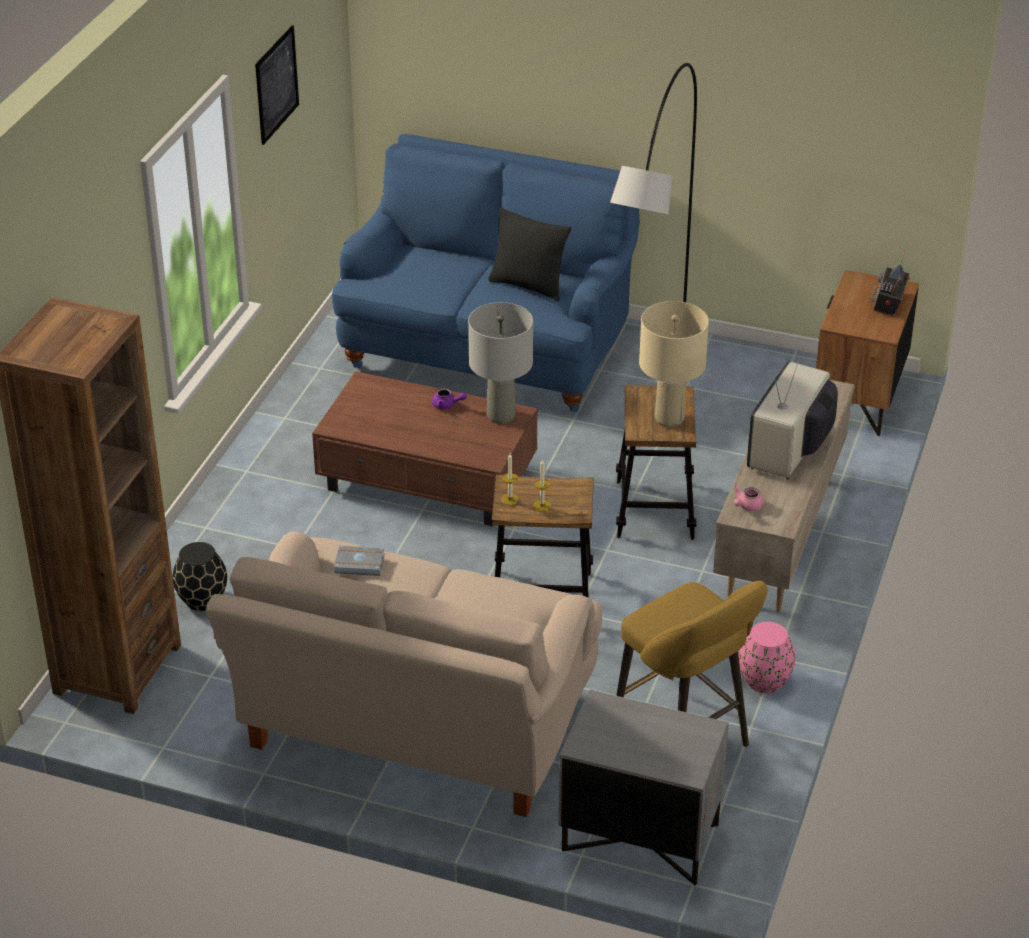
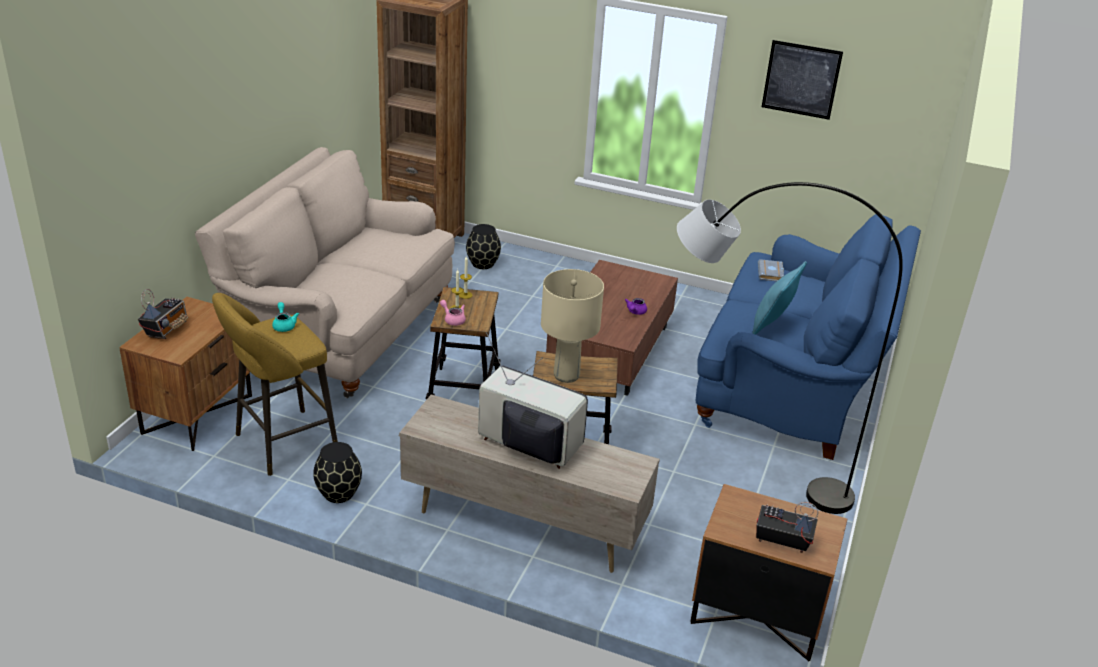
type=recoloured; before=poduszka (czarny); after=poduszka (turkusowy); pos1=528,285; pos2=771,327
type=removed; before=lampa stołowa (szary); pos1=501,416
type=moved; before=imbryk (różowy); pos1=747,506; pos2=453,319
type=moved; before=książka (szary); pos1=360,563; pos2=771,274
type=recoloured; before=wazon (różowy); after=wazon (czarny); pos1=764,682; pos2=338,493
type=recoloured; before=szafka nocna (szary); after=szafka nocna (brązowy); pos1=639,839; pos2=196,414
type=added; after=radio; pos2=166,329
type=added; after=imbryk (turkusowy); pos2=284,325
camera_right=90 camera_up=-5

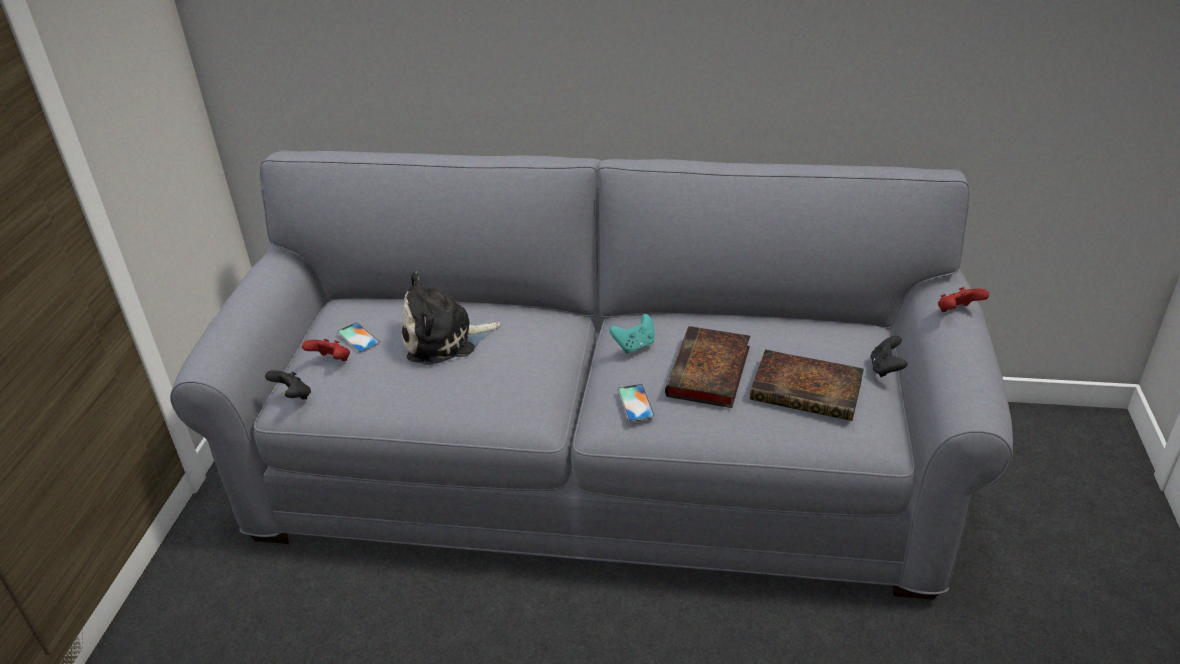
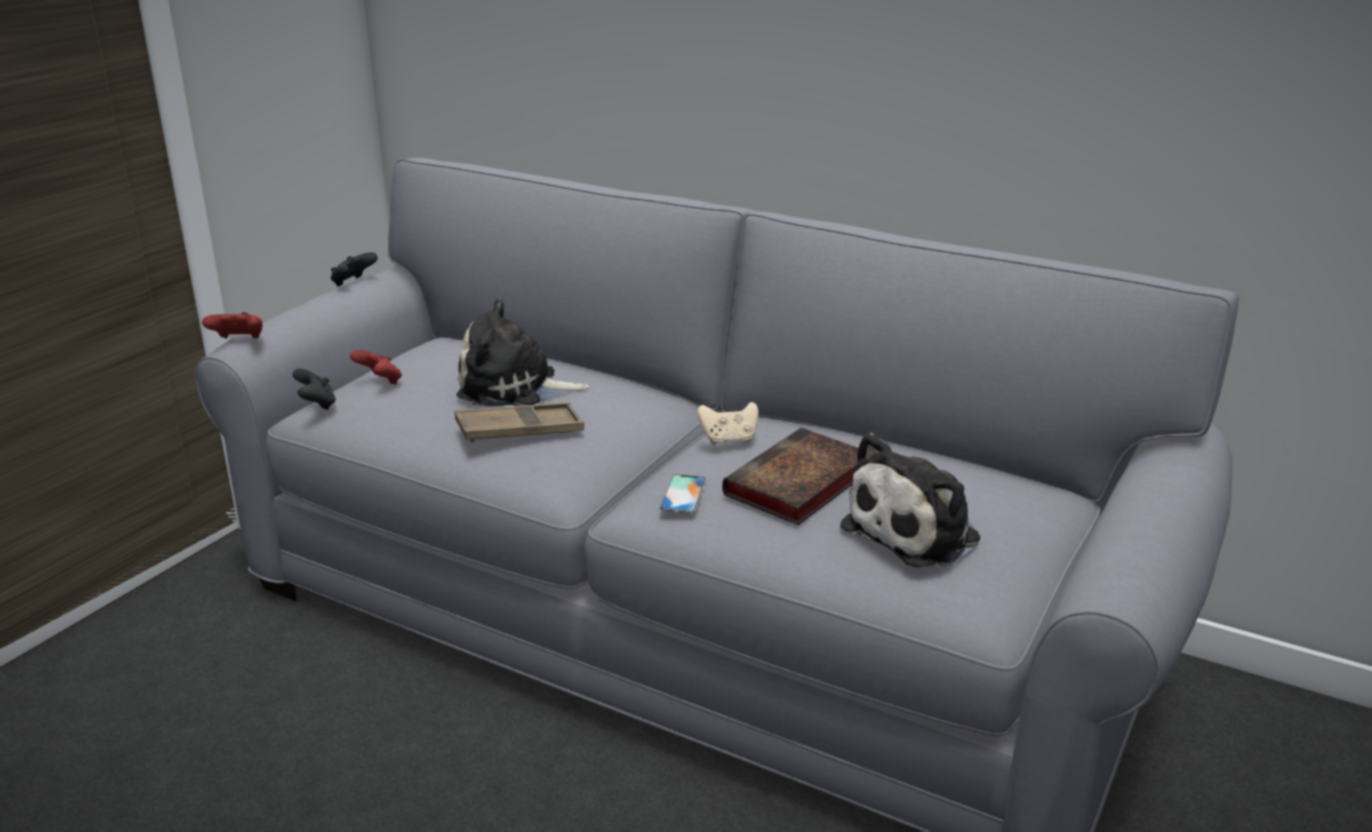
type=moved; before=pad do gier (czerwony); pos1=957,312; pos2=238,341
type=recoloured; before=pad do gier (turkusowy); after=pad do gier (beżowy); pos1=634,345; pos2=729,440
type=removed; before=telefon; pos1=358,337
type=moved; before=pad do gier (czarny); pos1=886,368; pos2=353,283
type=replaced; before=książka; after=pluszak; pos1=809,390; pos2=917,532
type=added; after=taca (brązowy); pos2=520,430
camera_right=20 camera_up=-10

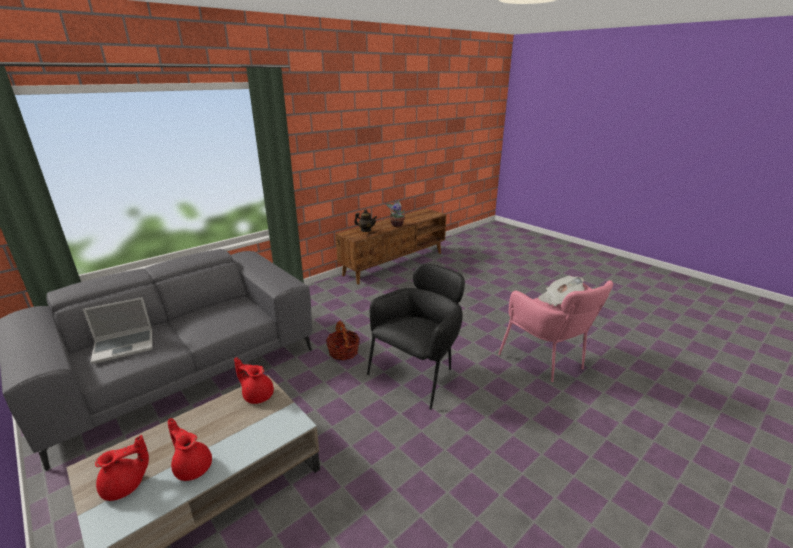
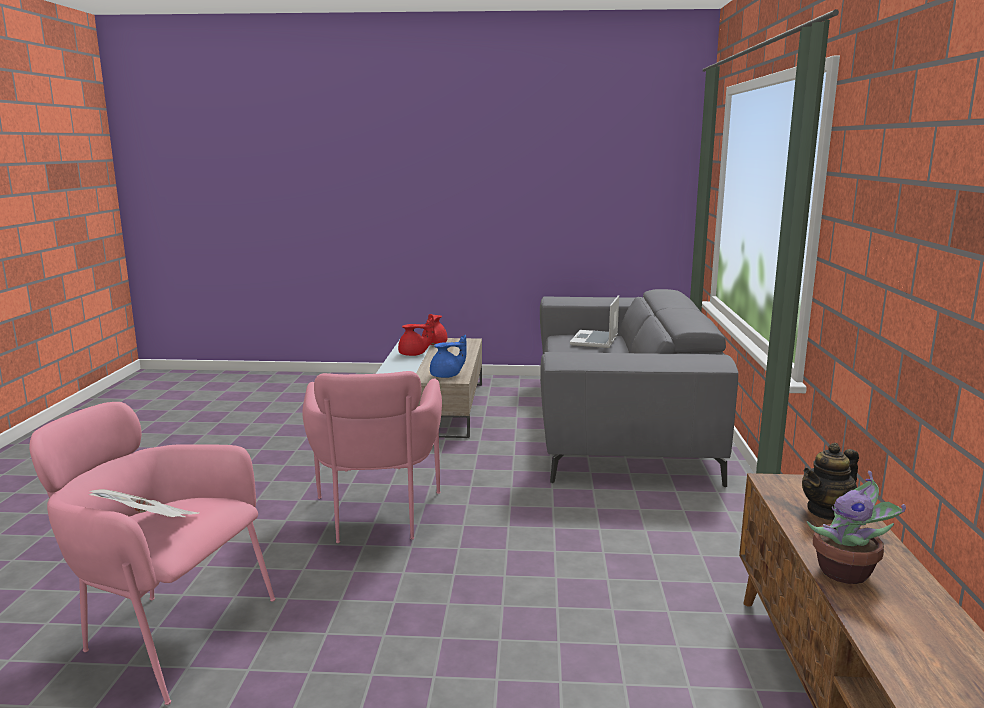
type=recoloured; before=fotel (czarny); after=fotel (różowy); pos1=418,373; pos2=377,519
type=removed; before=koszyk; pos1=343,352
type=recoloured; before=imbryk (czerwony); after=imbryk (niebieski); pos1=257,395; pos2=447,376
camera_right=135 camera_up=-10

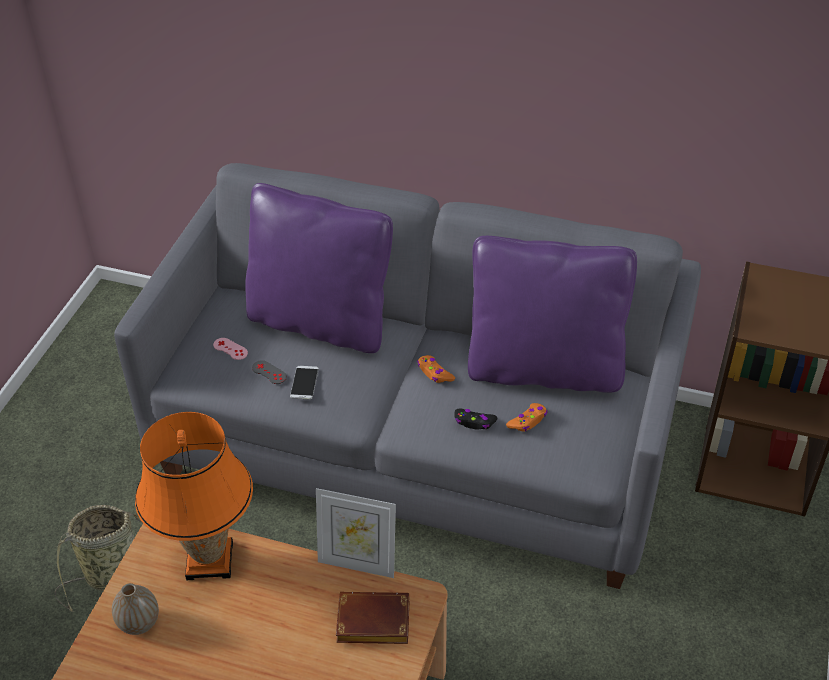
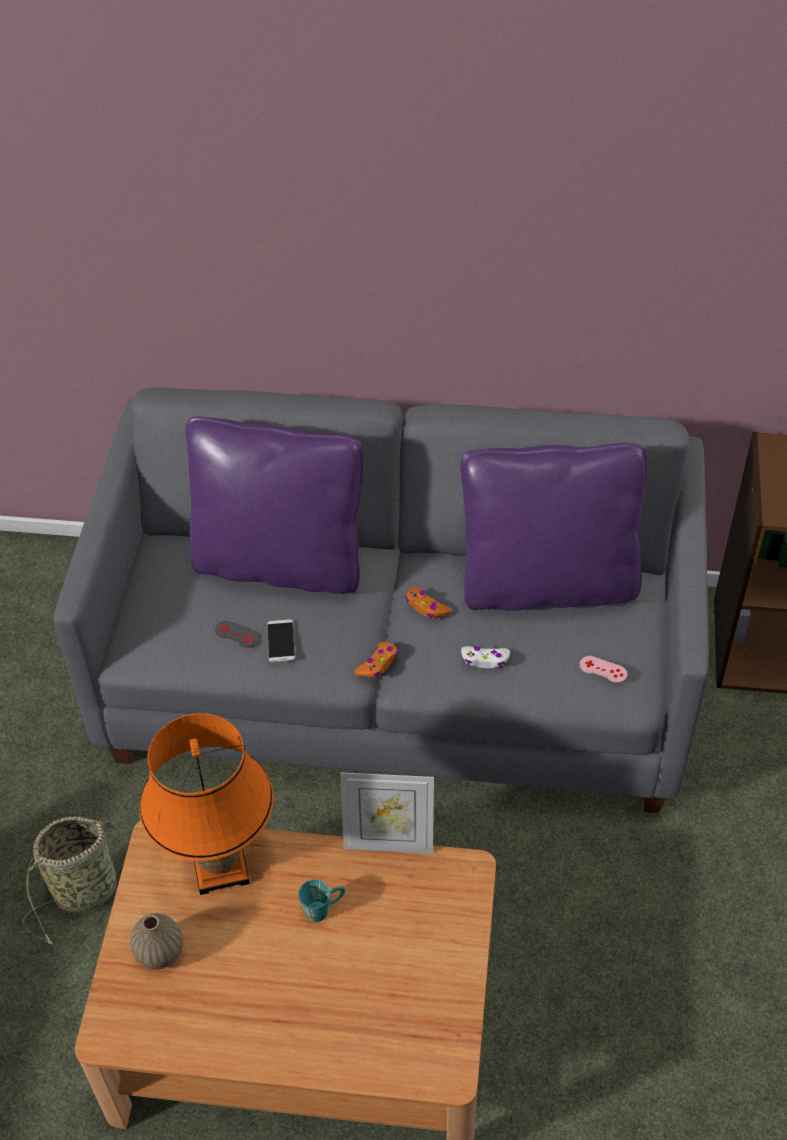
type=moved; before=pad do gier (różowy); pos1=230,349; pos2=603,669
type=moved; before=pad do gier (pomarańczowy); pos1=528,421; pos2=378,664
type=recoloured; before=pad do gier (czarny); after=pad do gier (biały); pos1=474,422; pos2=485,660
type=removed; before=książka (brązowy); pos1=371,624
type=added; after=kubek (turkusowy); pos2=324,908
camera_right=-10 camera_up=5

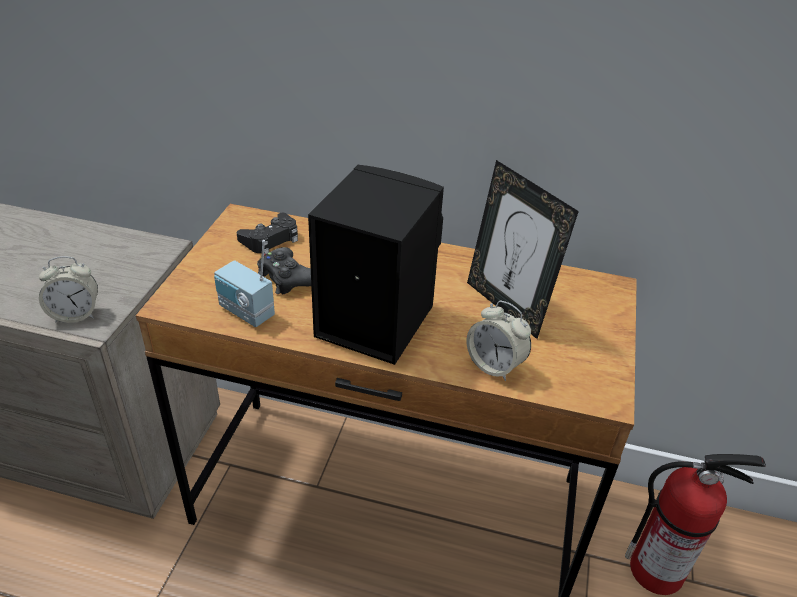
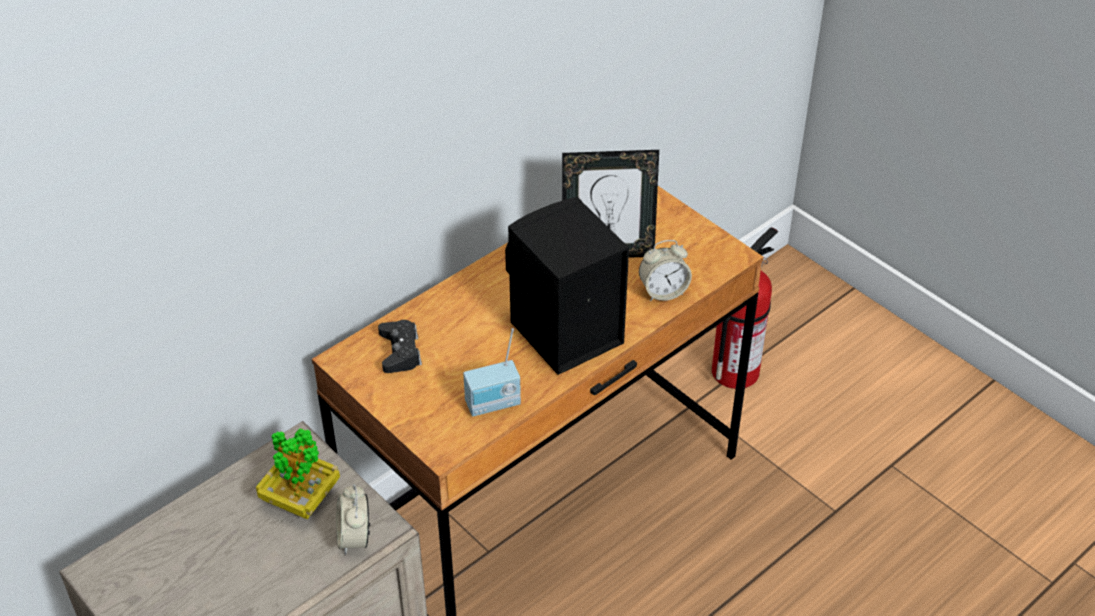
type=removed; before=pad do gier (czarny); pos1=287,278
type=turned; before=budzik; pos1=76,314; pos2=354,538; turn=150
type=added; after=roślina doniczkowa; pos2=301,498
camera_right=-55 camera_up=5

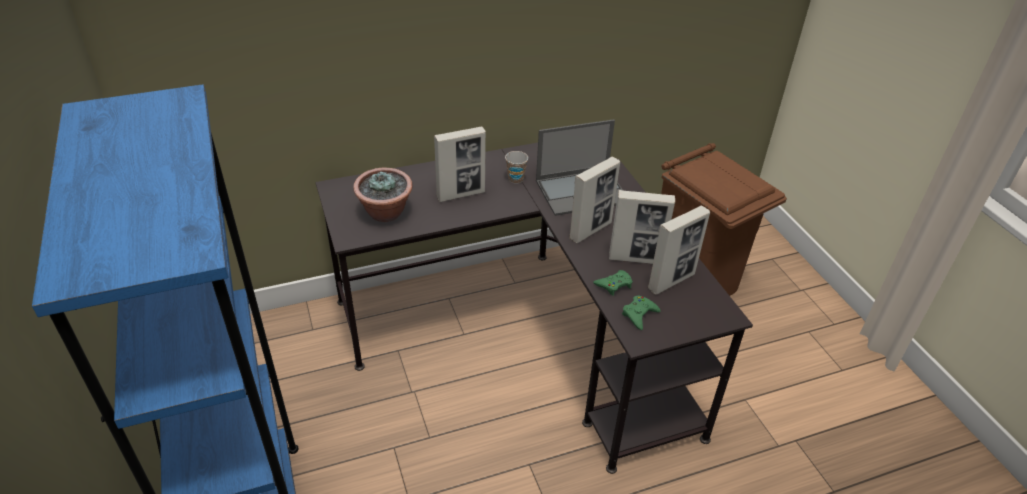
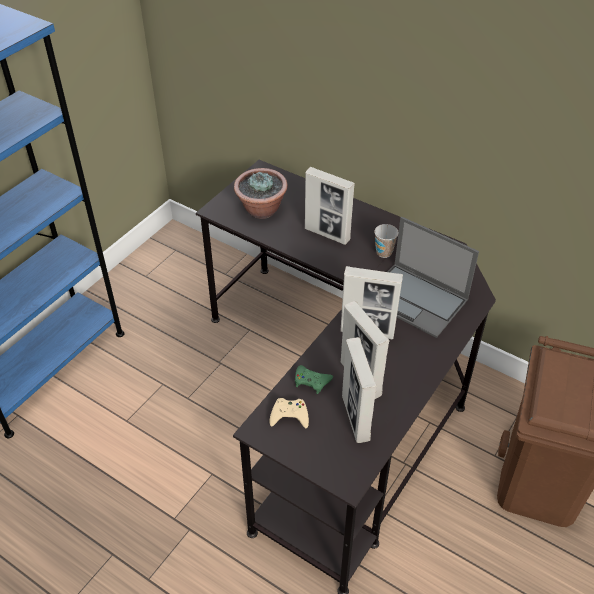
type=turned; before=ramka na zdjęcie; pos1=671,281; pos2=355,418; turn=60
type=recoloured; before=pad do gier (zielony); after=pad do gier (beżowy); pos1=639,314; pos2=289,416
camera_right=55 camera_up=5

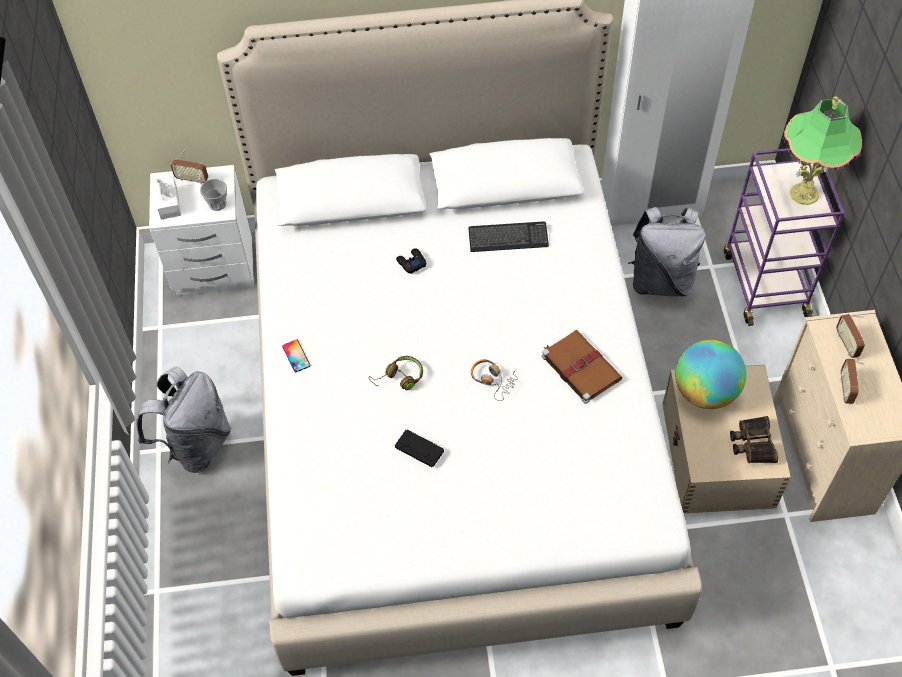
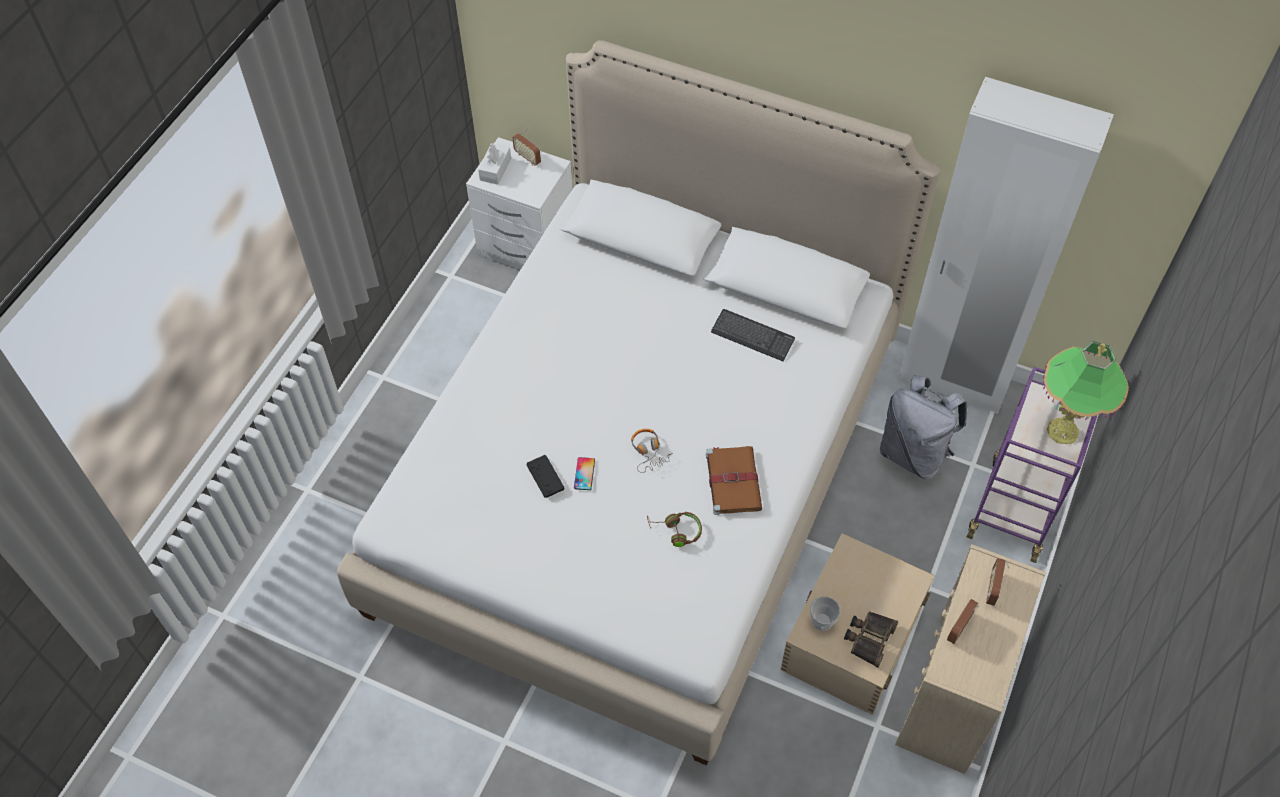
type=moved; before=filiżanka; pos1=217,204; pos2=822,621
type=removed; before=pad do gier (czarny); pos1=411,263
type=moved; before=telefon; pos1=296,356; pos2=584,474
type=removed; before=globus; pos1=705,392
type=moved; before=słuchawki (brązowy); pos1=399,378; pos2=676,531
type=removed; before=plecak (szary); pos1=196,445
camera_right=30 camera_up=0

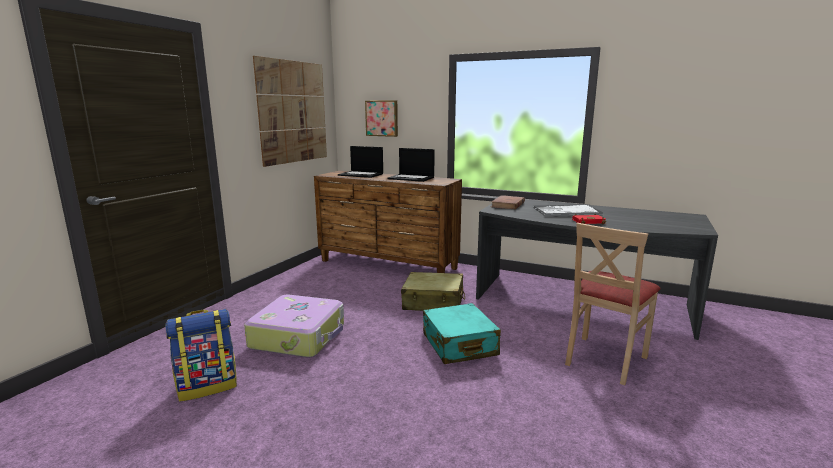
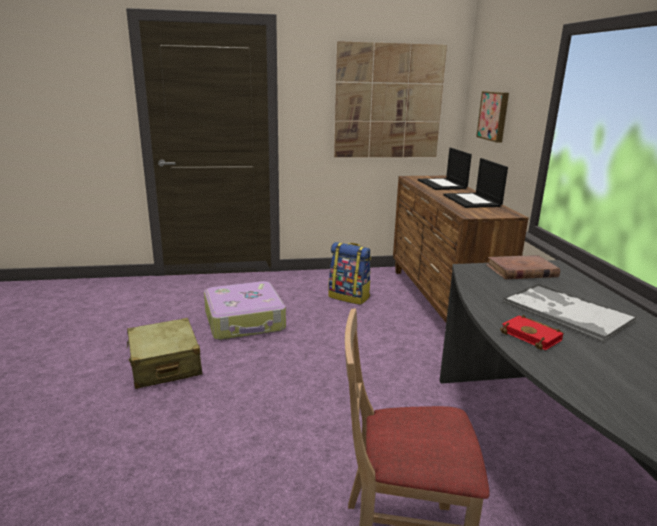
type=moved; before=walizka (beżowy); pos1=433,302; pos2=165,365
type=removed; before=walizka (turkusowy); pos1=459,345
type=moved; before=plecak; pos1=208,386; pos2=349,297
camera_right=55 camera_up=5

